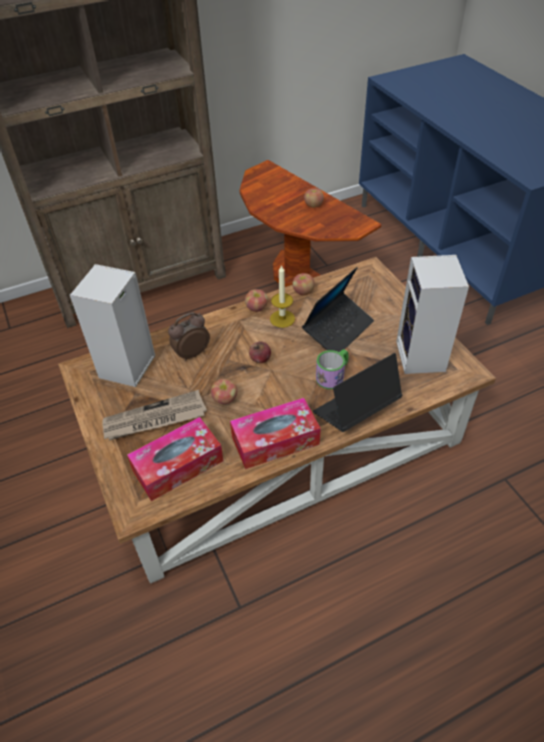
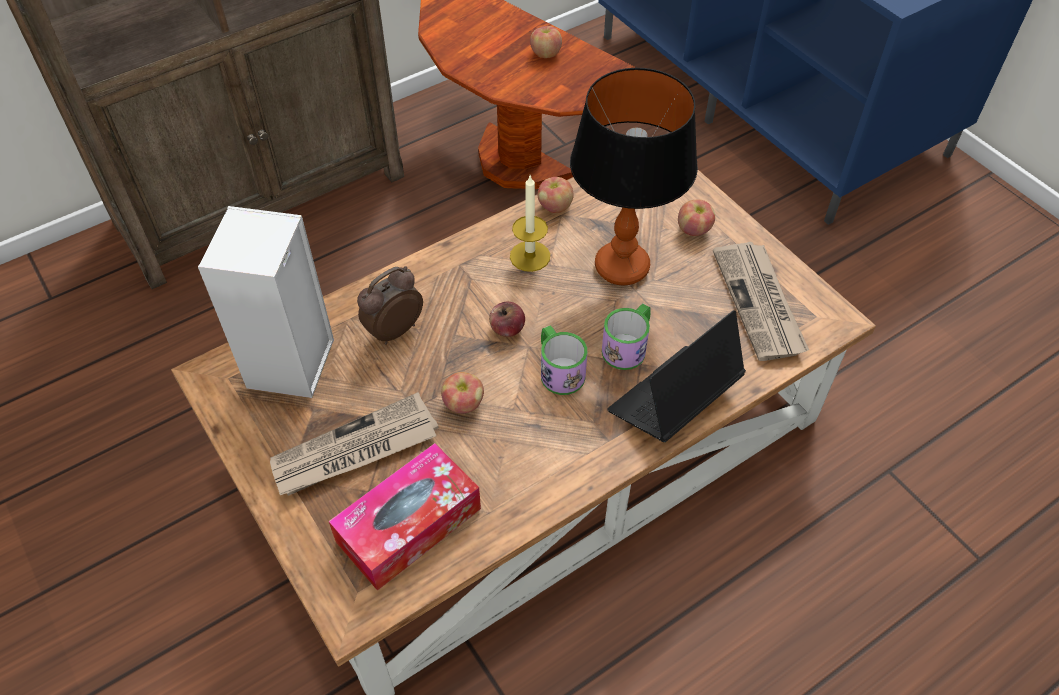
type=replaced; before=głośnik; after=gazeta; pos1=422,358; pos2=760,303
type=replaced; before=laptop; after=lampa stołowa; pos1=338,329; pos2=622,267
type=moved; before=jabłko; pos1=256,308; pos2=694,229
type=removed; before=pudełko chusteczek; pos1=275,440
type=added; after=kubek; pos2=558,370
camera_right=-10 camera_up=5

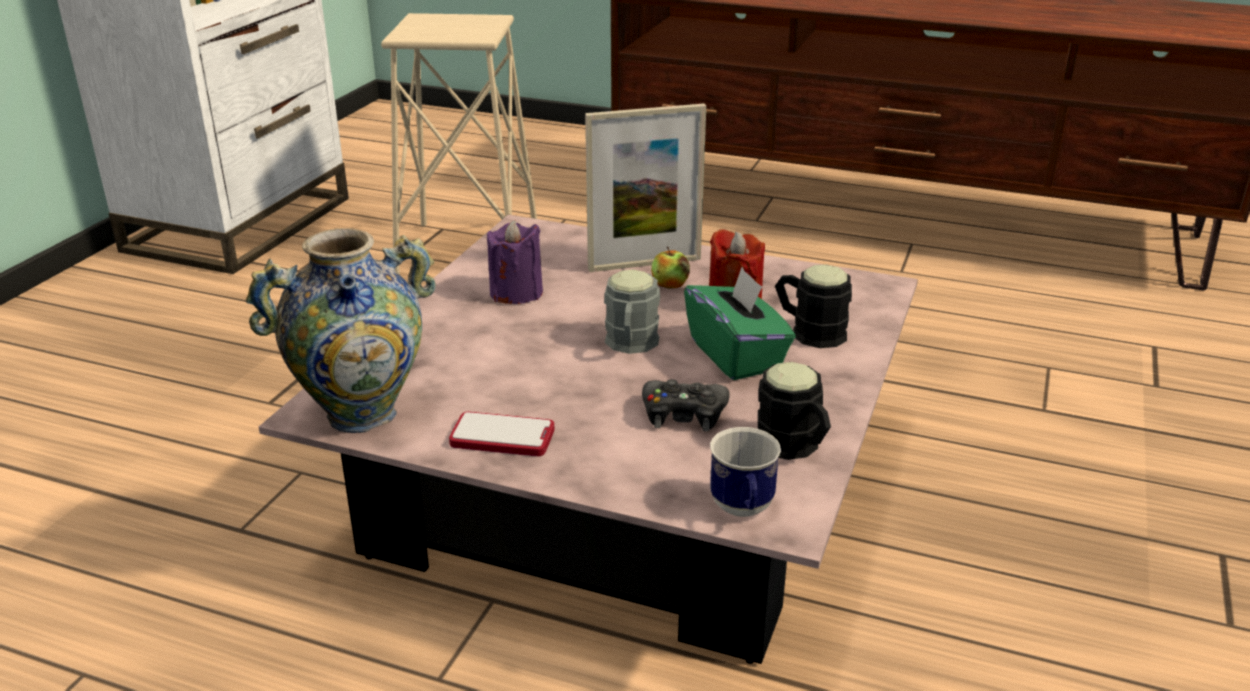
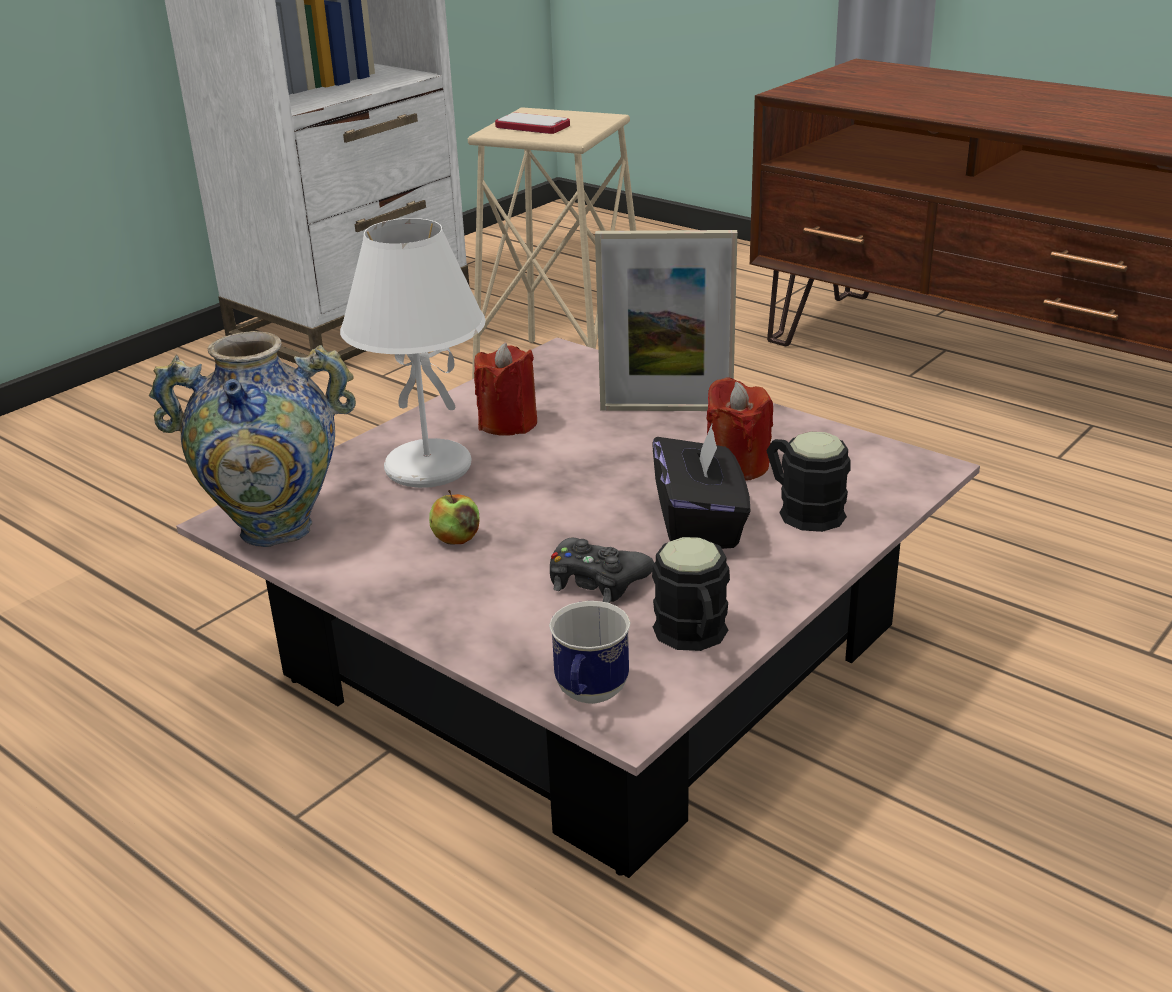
type=recoloured; before=świeca (fioletowy); after=świeca (czerwony); pos1=516,293; pos2=508,423
type=moved; before=jabłko; pos1=670,285; pos2=456,538
type=recoloured; before=pudełko chusteczek (zielony); after=pudełko chusteczek (czarny); pos1=736,355; pos2=699,524
type=removed; before=kubek (szary); pos1=631,345
type=moved; before=telefon; pos1=502,437; pos2=532,126
type=added; after=lampa stołowa (biały); pos2=426,469
camera_right=20 camera_up=0

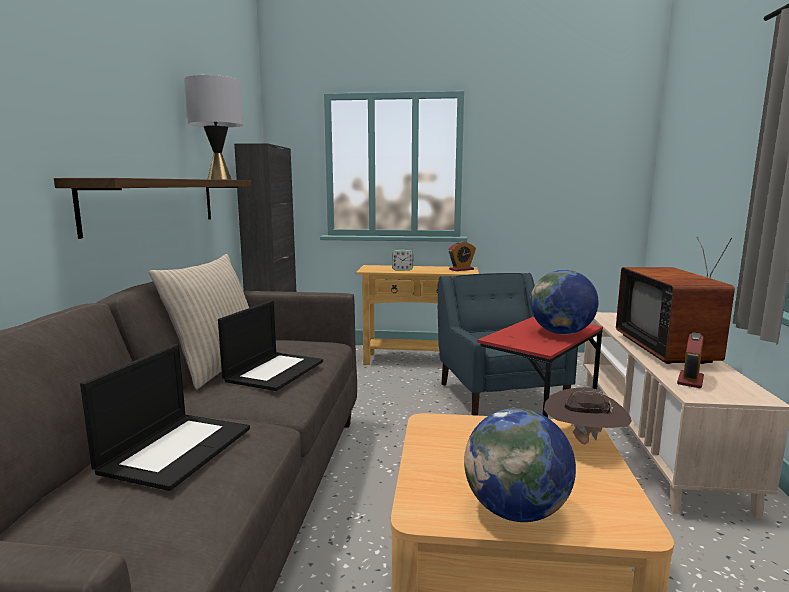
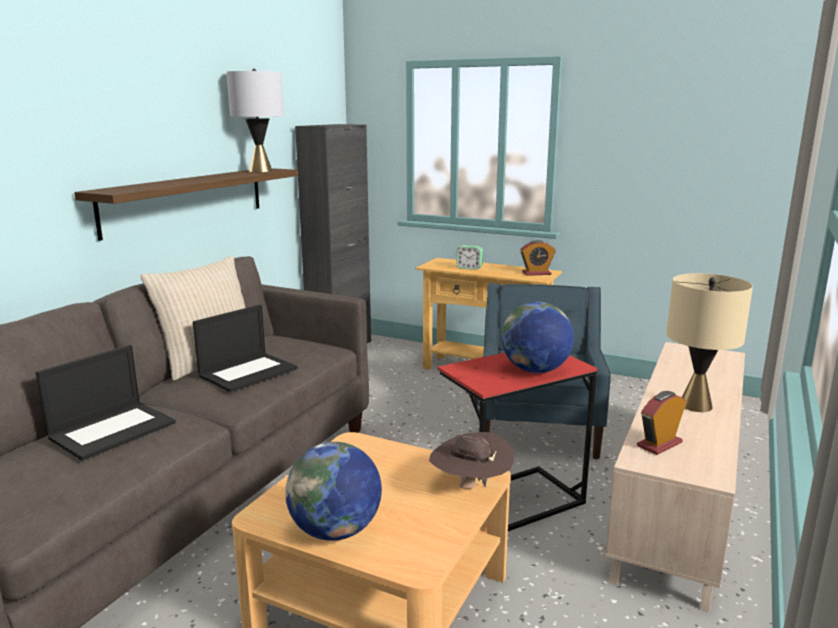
type=replaced; before=telewizor; after=lampa stołowa (beżowy); pos1=671,350; pos2=696,405
camera_right=20 camera_up=5

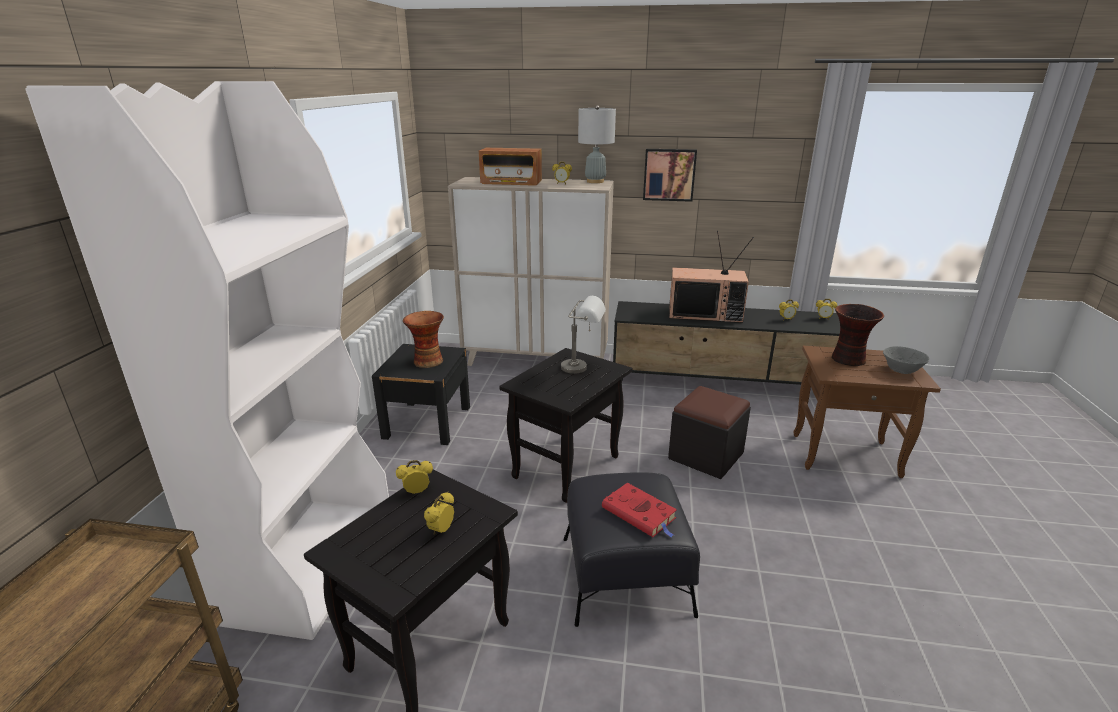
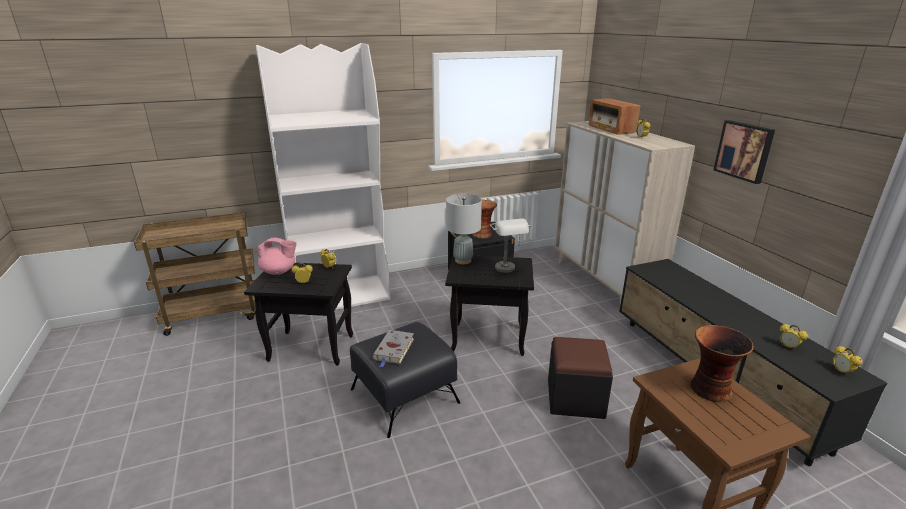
type=moved; before=lampa stołowa (szary); pos1=595,181; pos2=463,260
type=removed; before=telewizor; pos1=705,314
type=removed; before=miska (szary); pos1=901,370
type=recoloured; before=książka (czerwony); after=książka (szary); pos1=640,514; pos2=394,350
type=added; after=imbryk (różowy); pos2=279,271
camera_right=60 camera_up=0

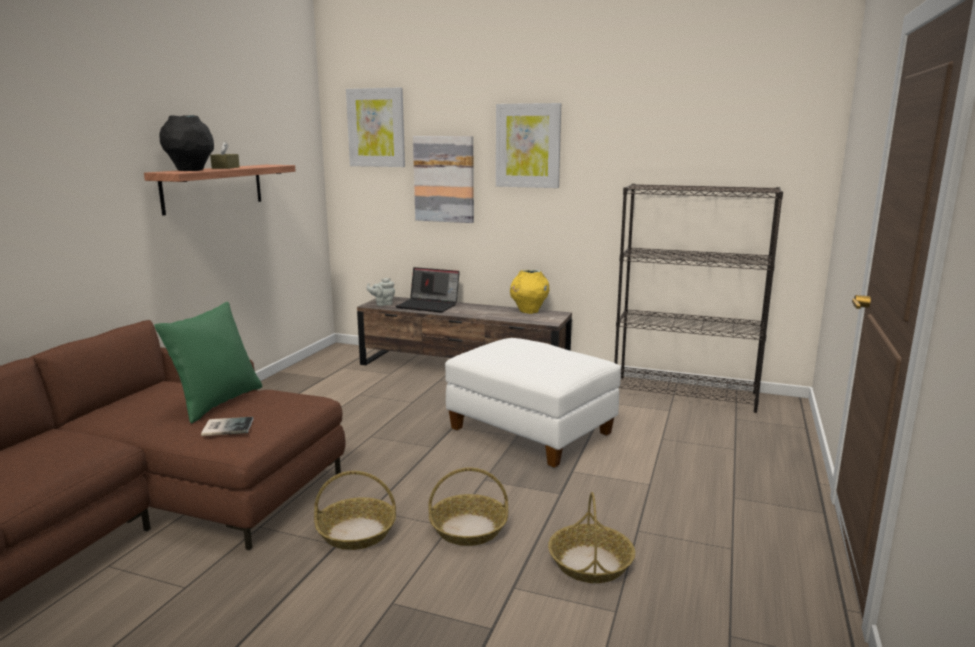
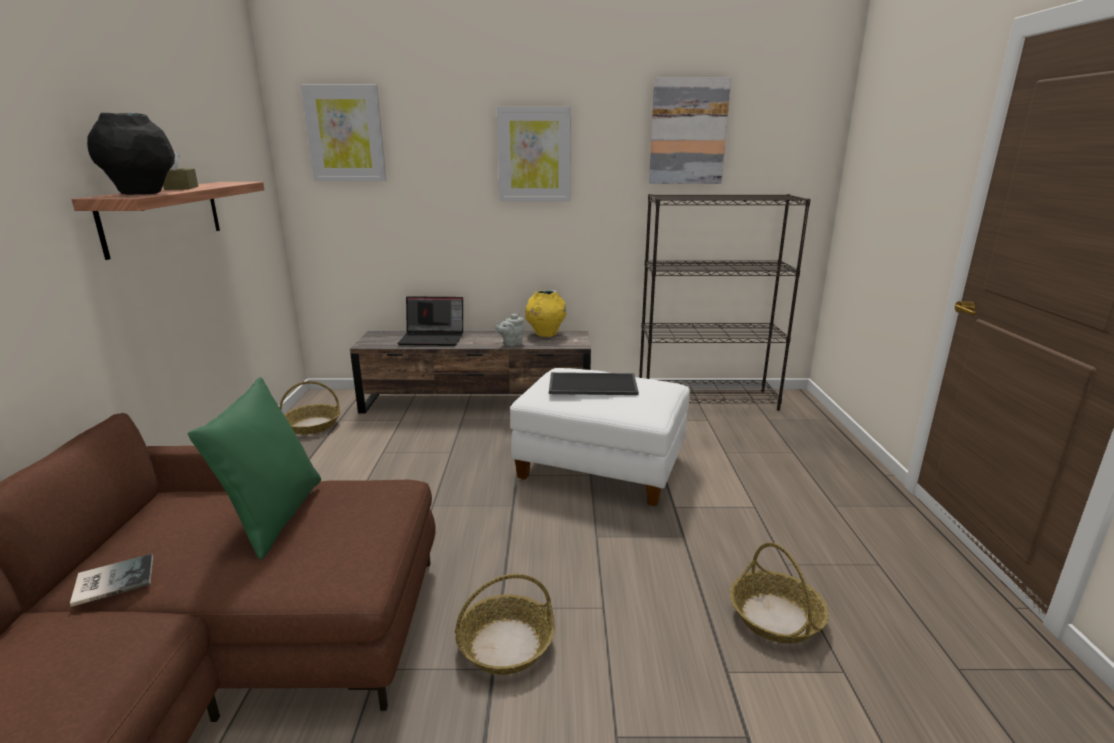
type=moved; before=obraz; pos1=444,179; pos2=688,132
type=moved; before=imbryk (szary); pos1=382,304; pos2=511,344
type=moved; before=książka; pos1=226,427; pos2=112,580
type=moved; before=koszyk; pos1=469,528; pos2=312,425
type=added; after=taca; pos2=593,384
camera_right=-20 camera_up=5

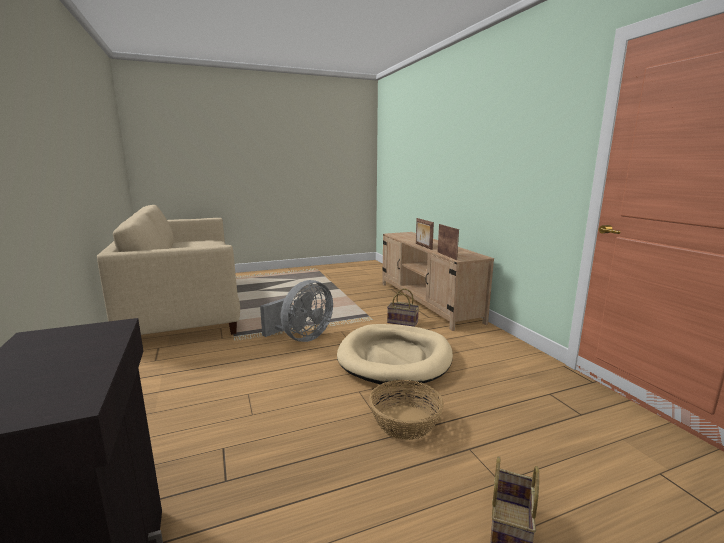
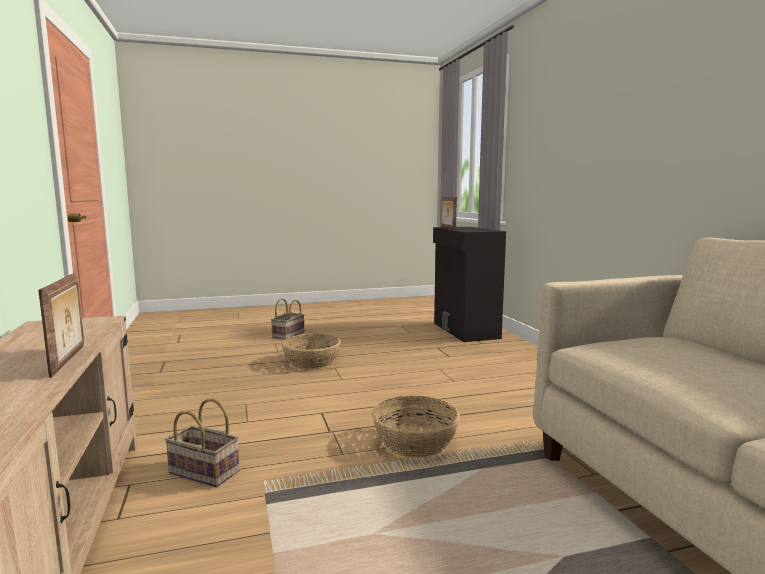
type=moved; before=ramka na zdjęcie; pos1=447,256; pos2=447,228
type=replaced; before=wentylator (szary); after=koszyk; pos1=302,338; pos2=415,442
type=removed; before=legowisko (beżowy); pos1=395,358
camera_right=-175 camera_up=-5

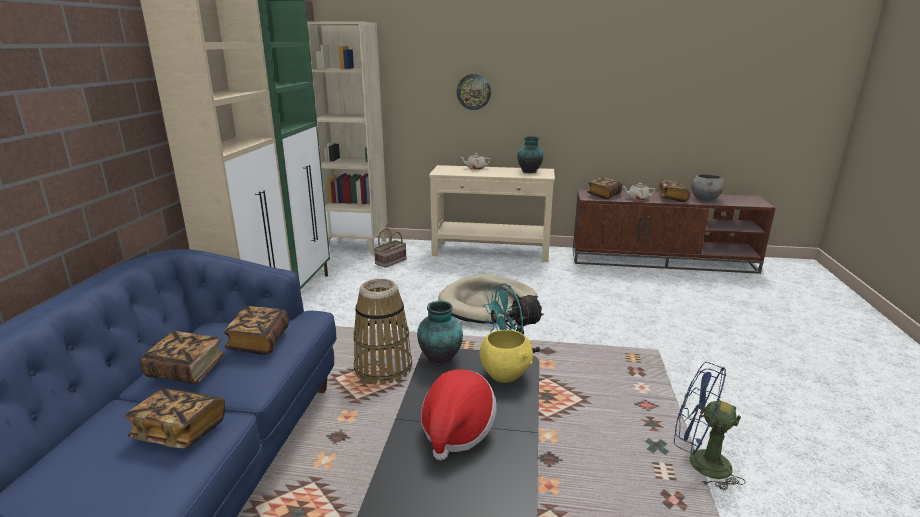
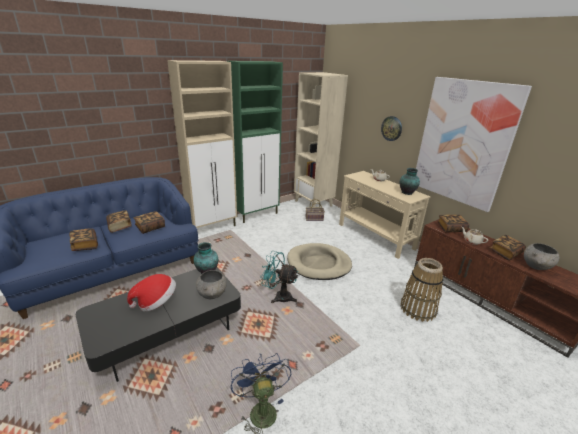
type=moved; before=koszyk; pos1=383,368; pos2=418,309
type=recoloured; before=miska (żółty); after=miska (szary); pos1=505,374; pos2=212,295
type=added; after=obraz; pos2=463,143
camera_right=45 camera_up=5

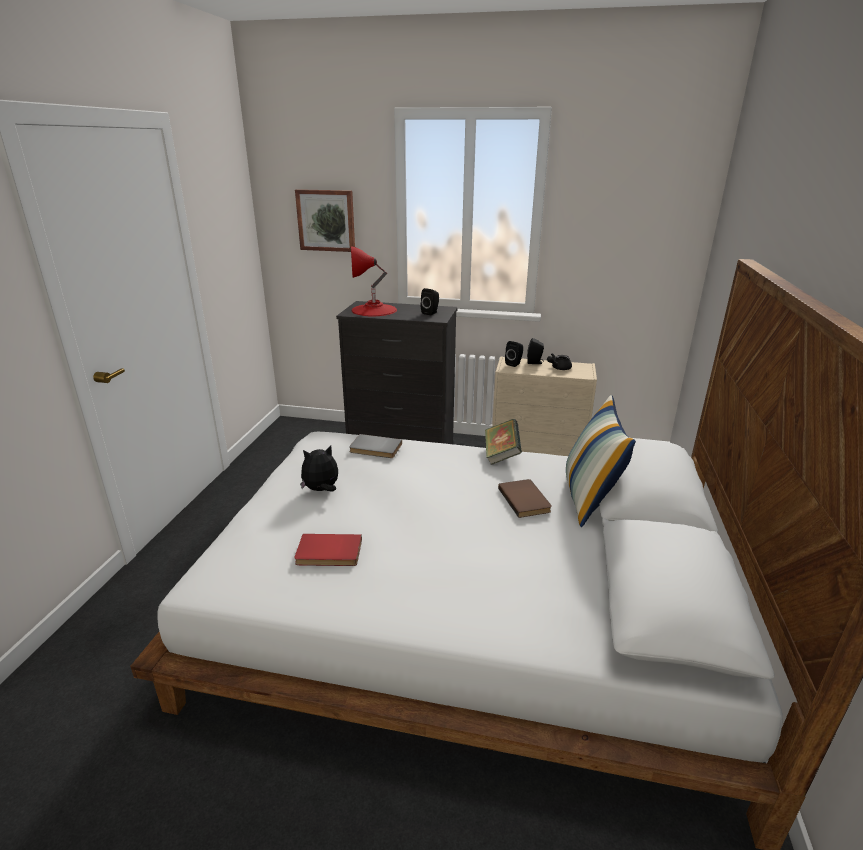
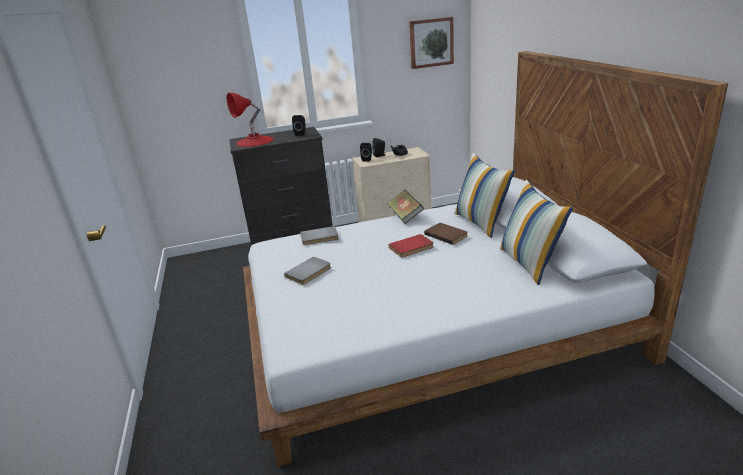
type=moved; before=obraz; pos1=326,220; pos2=431,42
type=replaced; before=pluszak; after=książka (szary); pos1=321,490; pos2=309,272
type=moved; before=książka (czerwony); pos1=328,553; pos2=412,248
type=added; after=poduszka; pos2=529,263
camera_right=-25 camera_up=0

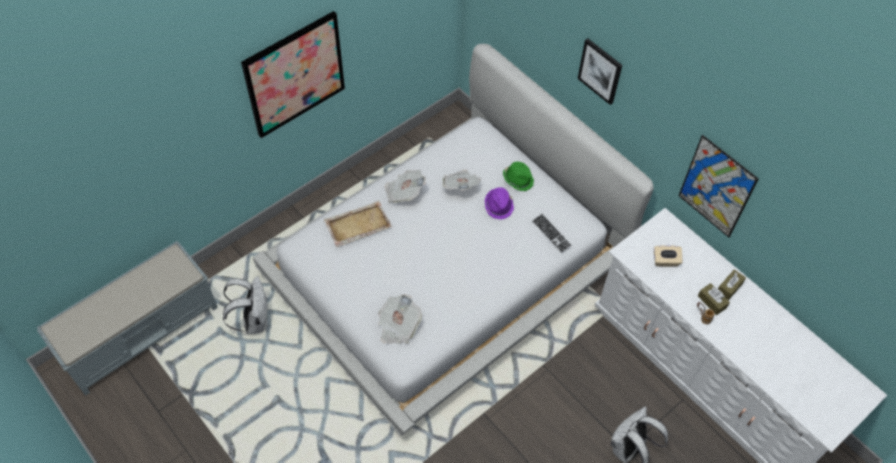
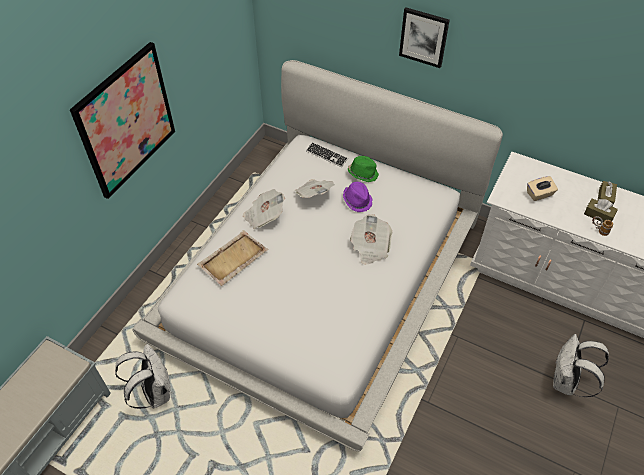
type=removed; before=obraz; pos1=716,187
type=moved; before=klawiatura; pos1=551,234; pos2=326,155
type=moved; before=gazeta; pos1=398,326; pos2=370,247
camera_right=-20 camera_up=-5

